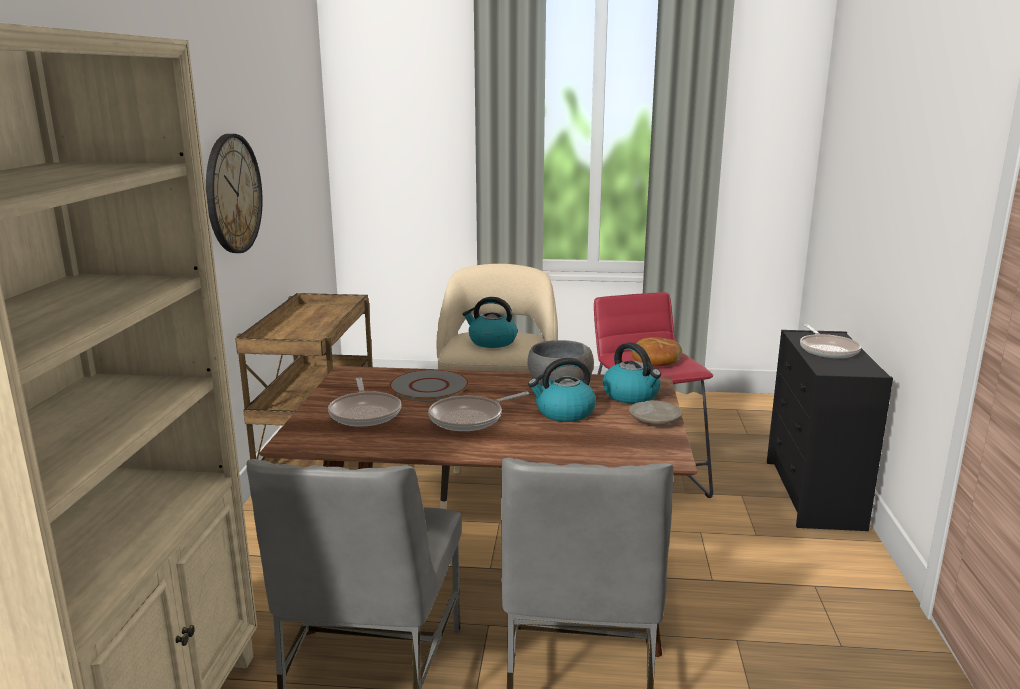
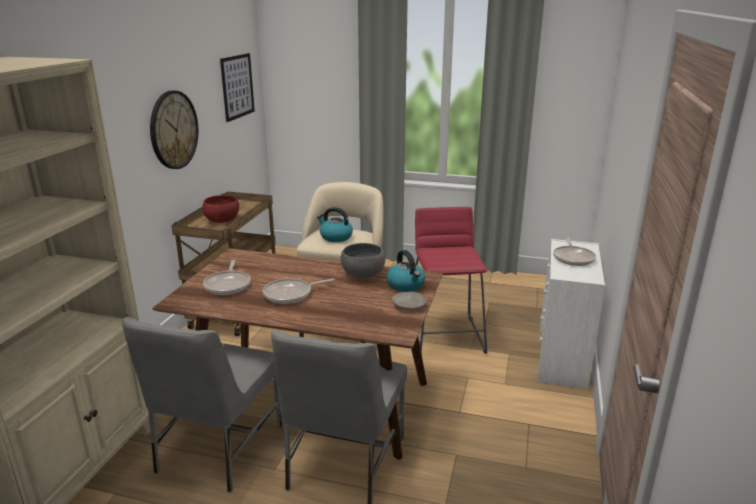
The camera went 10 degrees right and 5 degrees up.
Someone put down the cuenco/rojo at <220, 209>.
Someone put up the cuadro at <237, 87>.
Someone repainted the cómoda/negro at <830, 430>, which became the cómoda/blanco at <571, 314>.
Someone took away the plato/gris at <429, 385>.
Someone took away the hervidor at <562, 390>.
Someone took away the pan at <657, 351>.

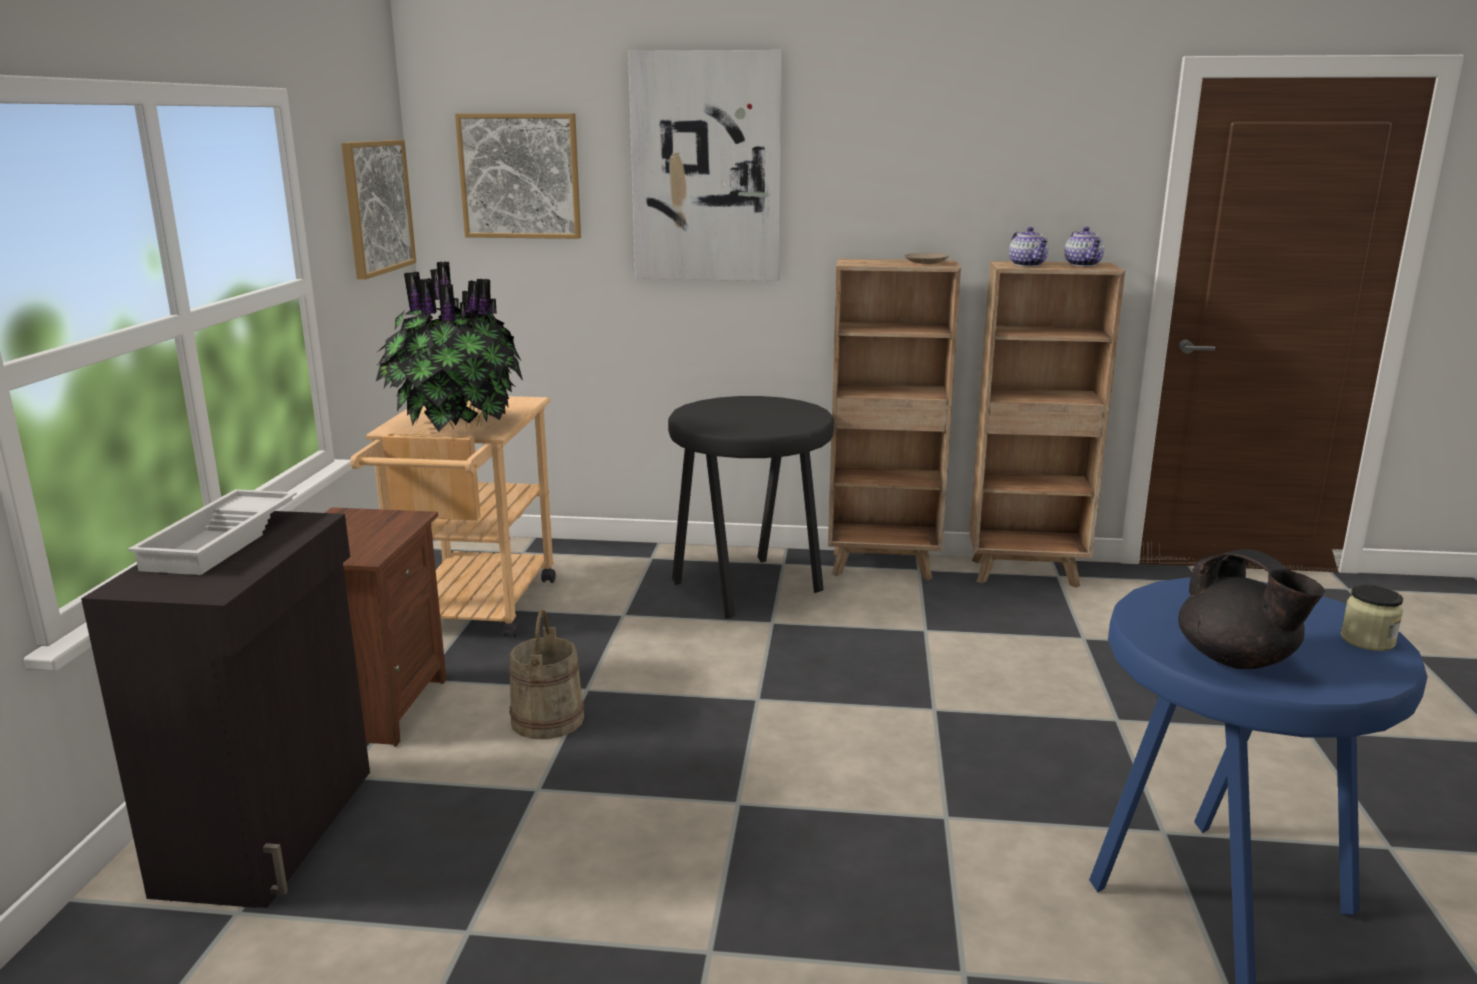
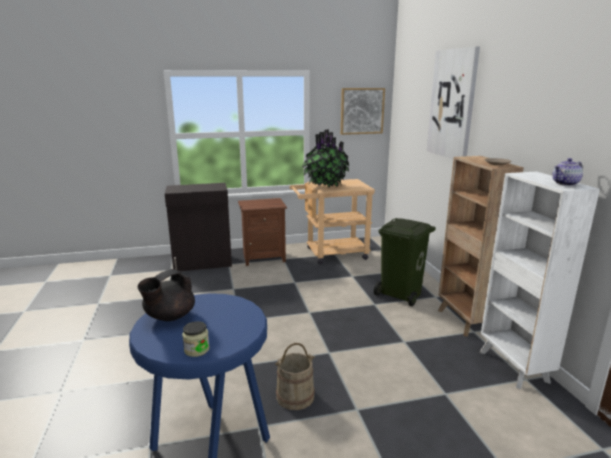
The camera went 70 degrees right and 0 degrees up.
Someone carried the cubo/beis from <546, 674> to <295, 376>.
Someone swapped the taburete/negro at <751, 507> for the papelera/verde at <405, 262>.
Someone repainted the estantería/marrón at <1047, 424>, which became the estantería/blanco at <540, 280>.
Someone took away the bandeja/blanco at <212, 532>.
Someone took away the cuadro at <518, 176>.
Someone took away the tetera at <1028, 247>.

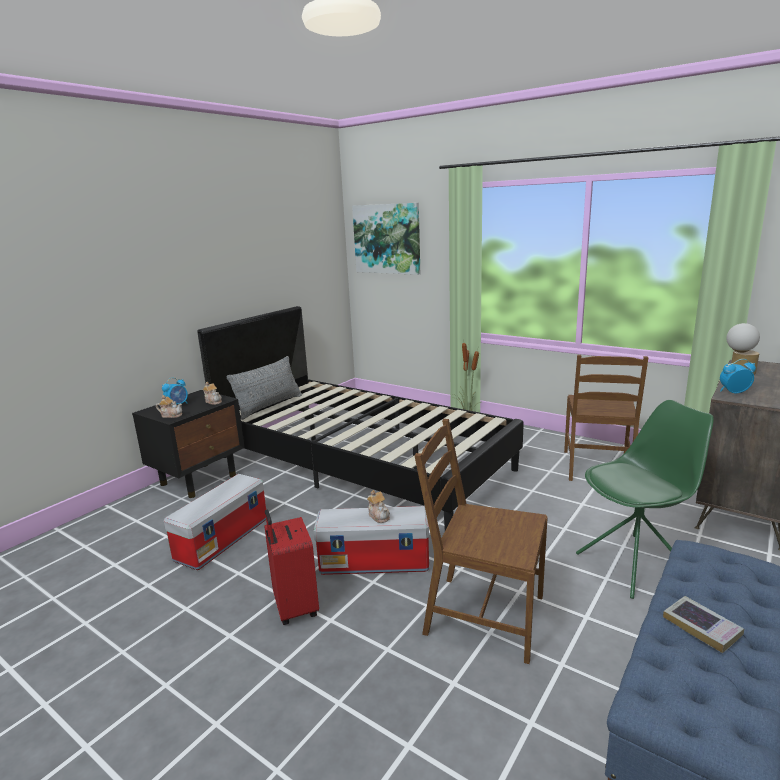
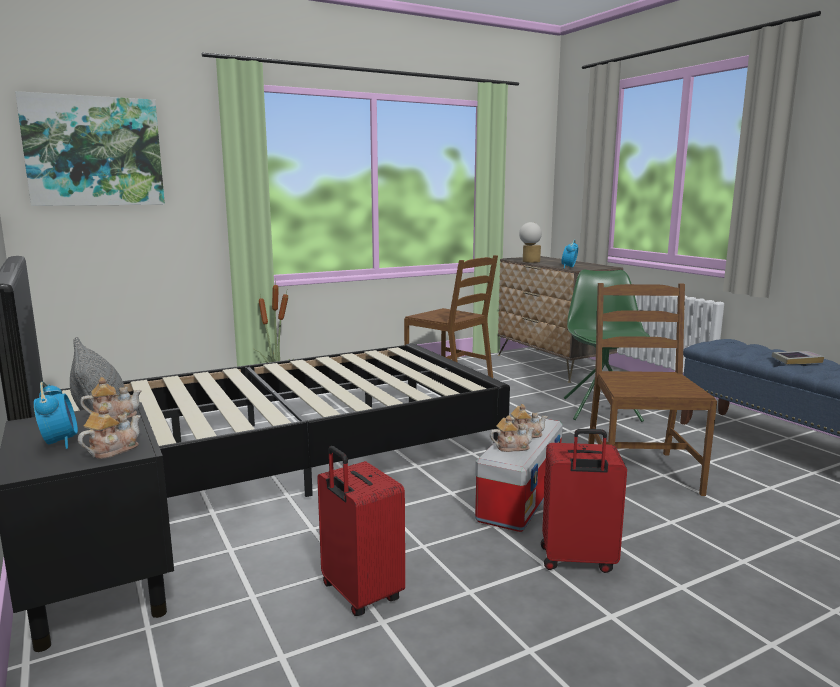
The camera went 65 degrees left and 5 degrees down.
Someone swapped the caja de almacenaje at <215, 522> for the maleta/rojo at <361, 531>.
Someone put down the tetera at <512, 433>.
Someone rotated the silla/marrón at <481, 541> by 135 degrees clockwise.

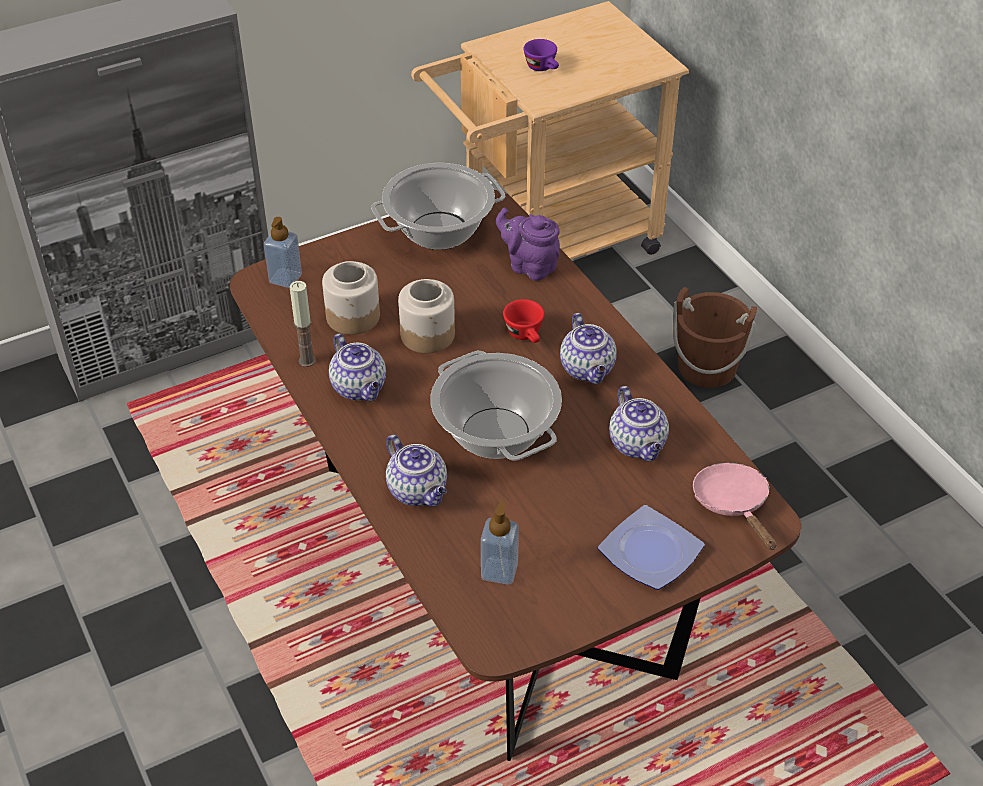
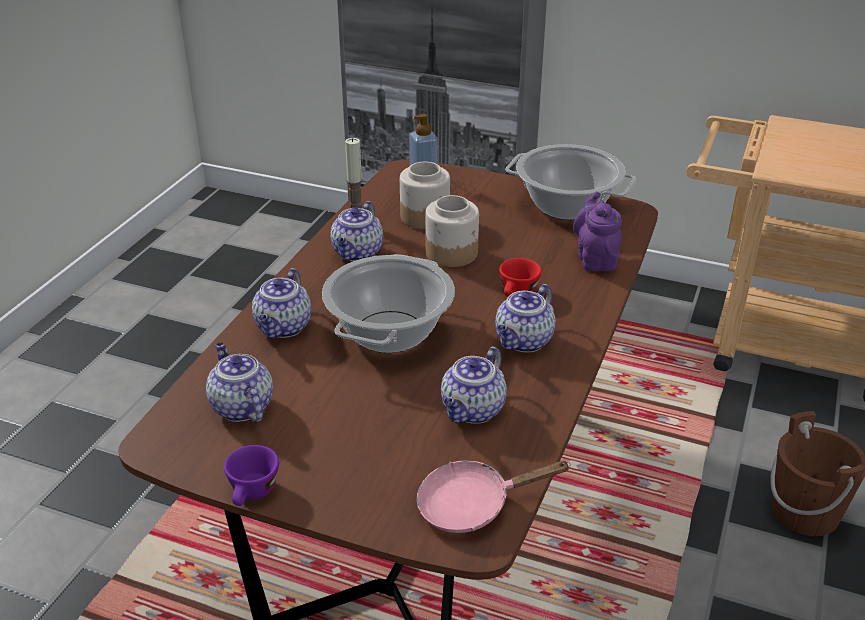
The camera went 50 degrees right and 10 degrees down.
Someone swapped the dispensador de jabón at <500, 543> for the tetera at <239, 382>.
Someone carried the taza/morado from <541, 55> to <251, 475>.
Someone rotated the sartén/rosa at <735, 506> by 135 degrees counterclockwise.
Someone took away the plato at <651, 547>.

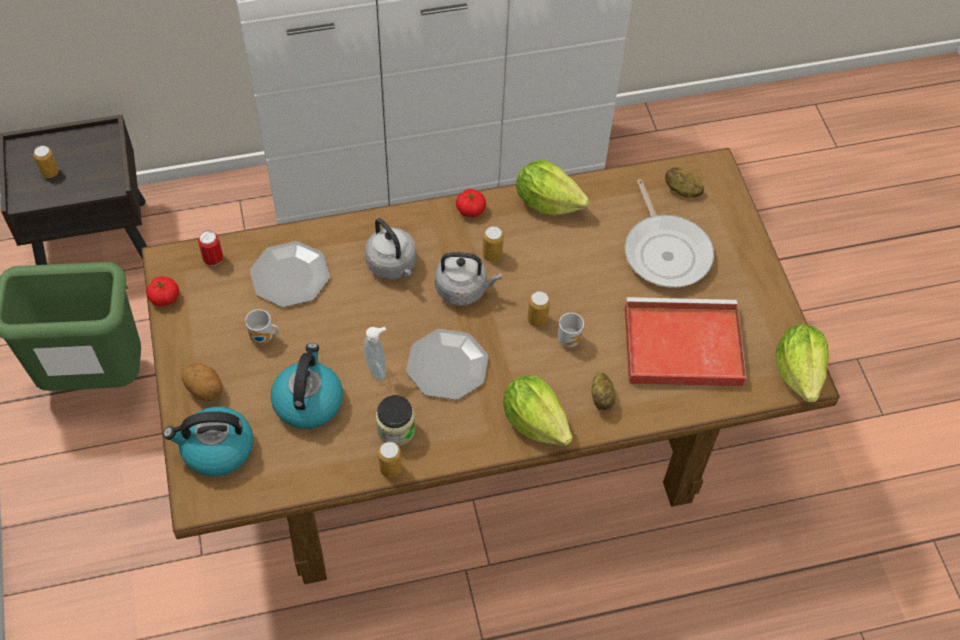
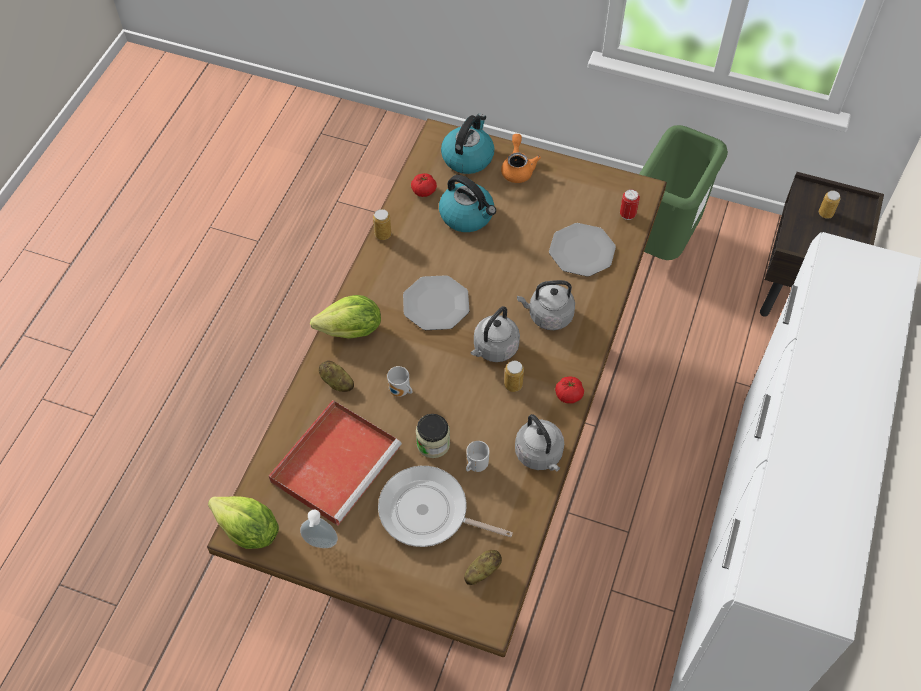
The camera went 125 degrees right and 0 degrees up.
Someone carried the dispensador de jabón from <375, 353> to <319, 528>.
Someone carried the tomate from <162, 291> to <424, 185>.
Someone carried the tarro from <395, 420> to <433, 436>.
Someone carried the taza grande from <262, 326> to <478, 456>.
Someone swapped the patata at <202, 382> for the tetera/naranja at <521, 158>.
Someone swapped the lechuga at <553, 187> for the hervidor/gris at <539, 442>.
Someone took away the lata at <539, 309>.

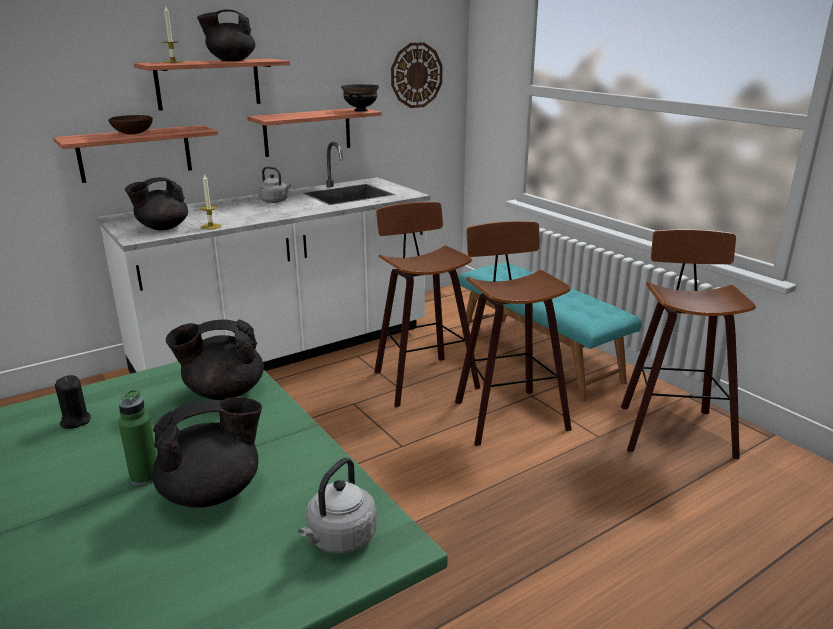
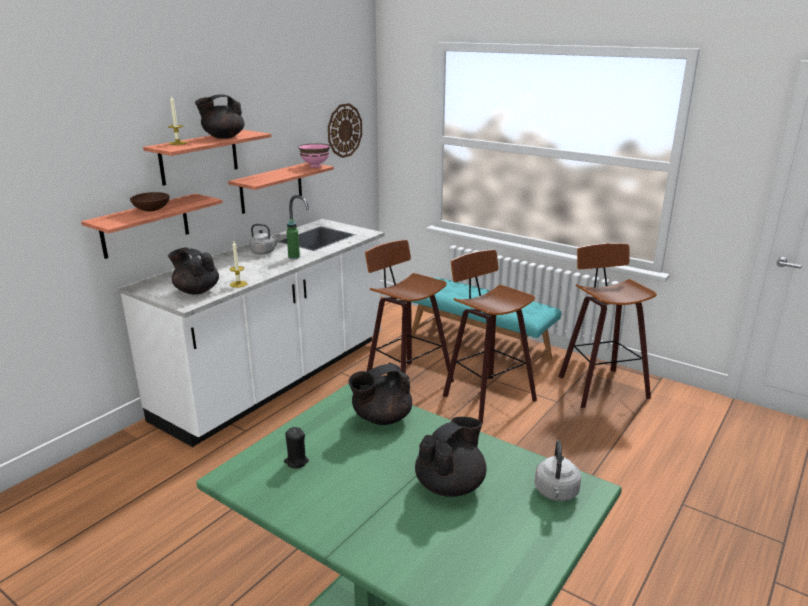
The camera went 20 degrees left and 0 degrees up.
Someone rotated the tetera/negro at <156, 203> by 90 degrees clockwise.
Someone carried the botella/verde from <137, 437> to <293, 239>.
Someone repainted the cuenco/negro at <360, 98>, which became the cuenco/rosa at <314, 155>.

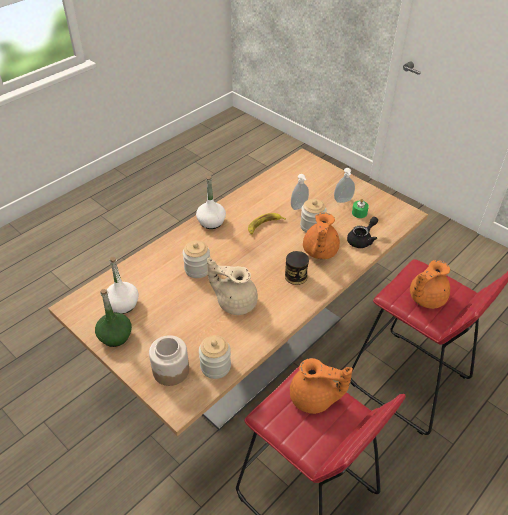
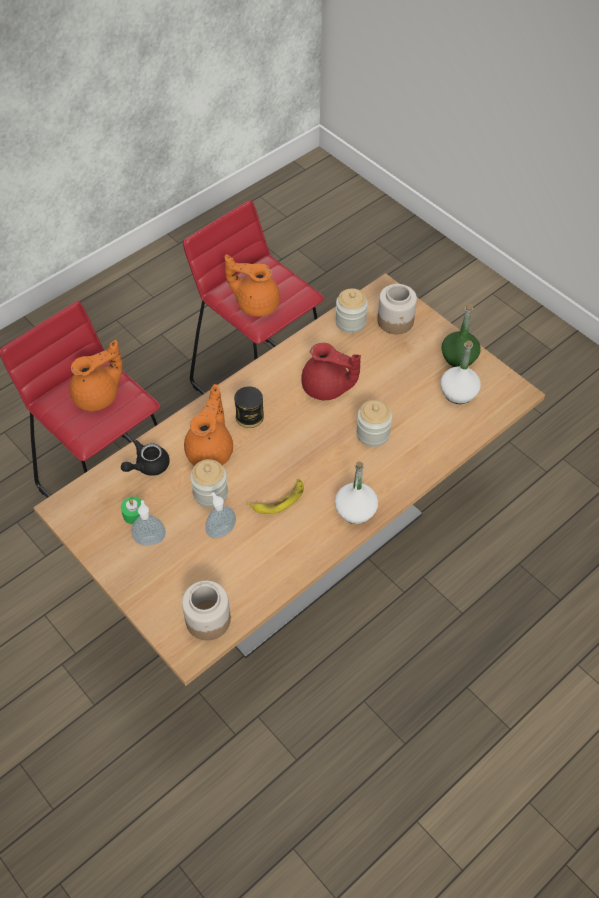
The camera went 175 degrees left and 10 degrees up.
Someone put down the tarro at <206, 610>.
Someone repainted the tetera/beis at <232, 286>, which became the tetera/rojo at <331, 371>.

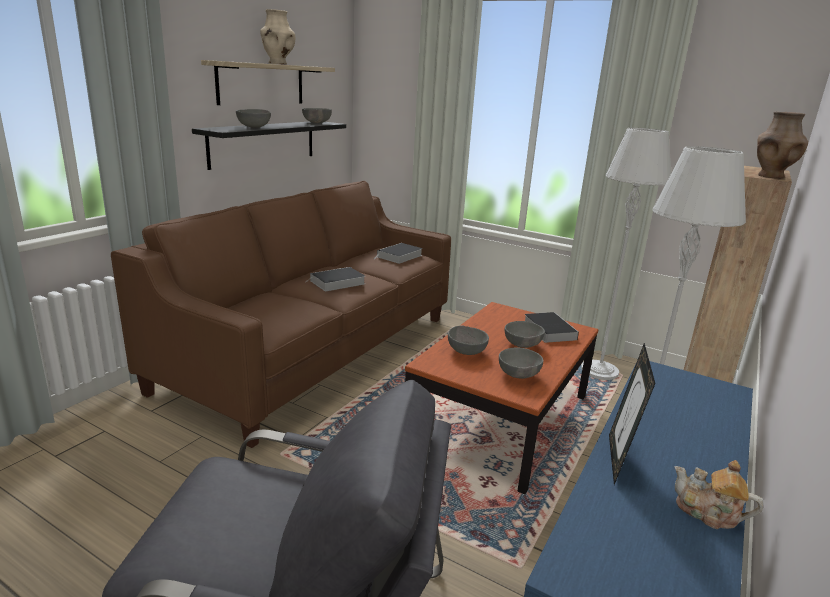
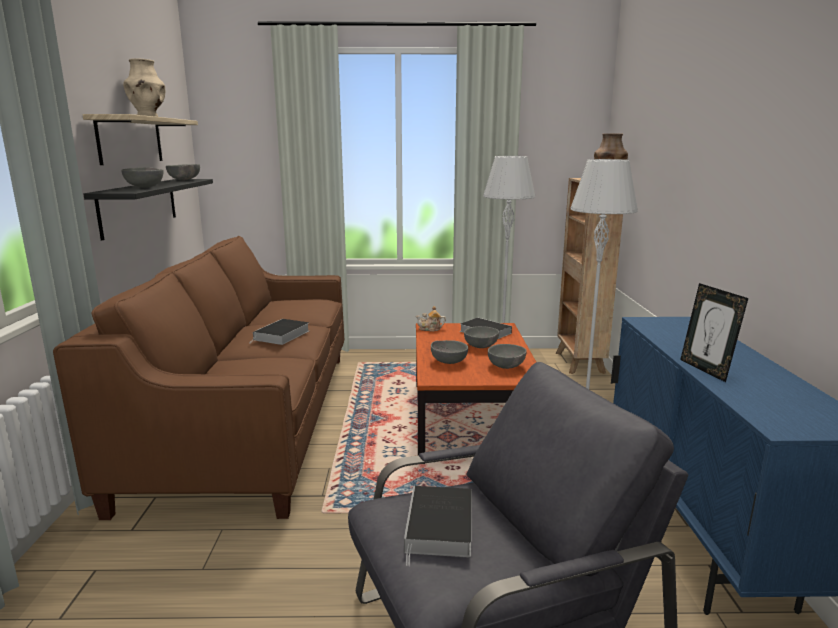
The camera went 30 degrees left and 5 degrees down.
Someone carried the libro from <400, 253> to <438, 526>.
Someone carried the tetera from <718, 494> to <431, 319>.

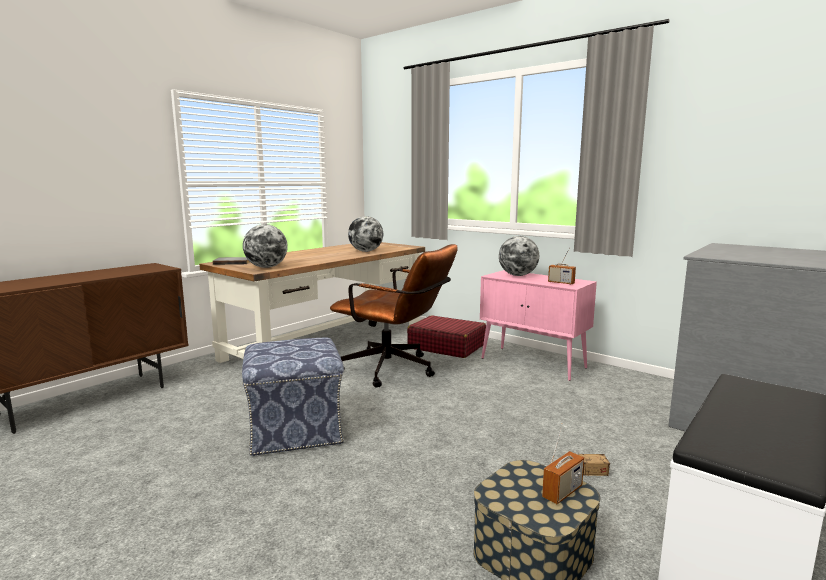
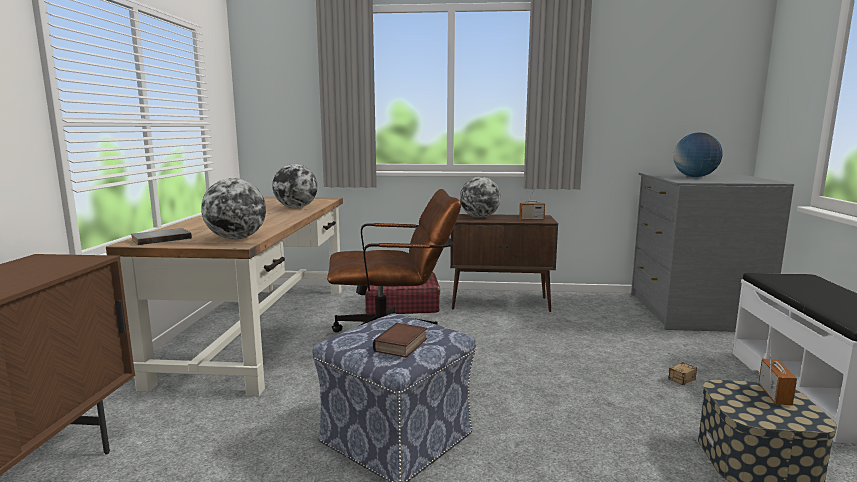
The camera went 35 degrees left and 0 degrees up.
Someone put down the libro at <400, 340>.
Someone repainted the armario/rosa at <538, 325>, which became the armario/marrón at <504, 263>.
Someone put down the globo terráqueo at <698, 154>.

